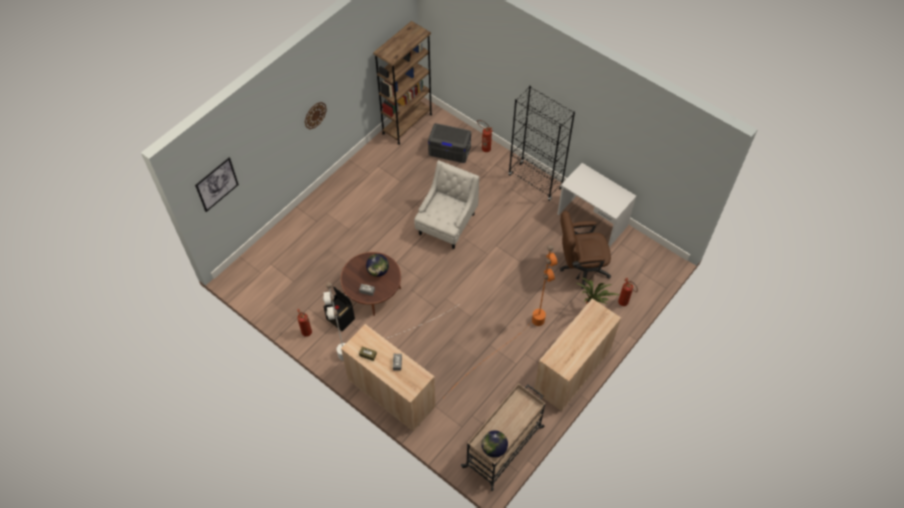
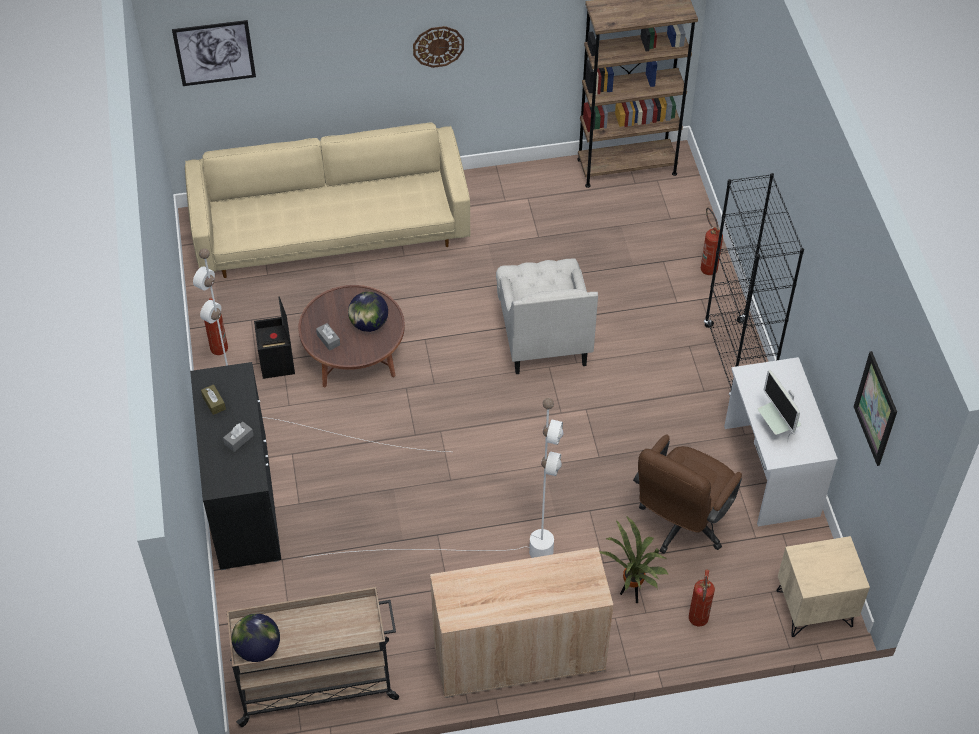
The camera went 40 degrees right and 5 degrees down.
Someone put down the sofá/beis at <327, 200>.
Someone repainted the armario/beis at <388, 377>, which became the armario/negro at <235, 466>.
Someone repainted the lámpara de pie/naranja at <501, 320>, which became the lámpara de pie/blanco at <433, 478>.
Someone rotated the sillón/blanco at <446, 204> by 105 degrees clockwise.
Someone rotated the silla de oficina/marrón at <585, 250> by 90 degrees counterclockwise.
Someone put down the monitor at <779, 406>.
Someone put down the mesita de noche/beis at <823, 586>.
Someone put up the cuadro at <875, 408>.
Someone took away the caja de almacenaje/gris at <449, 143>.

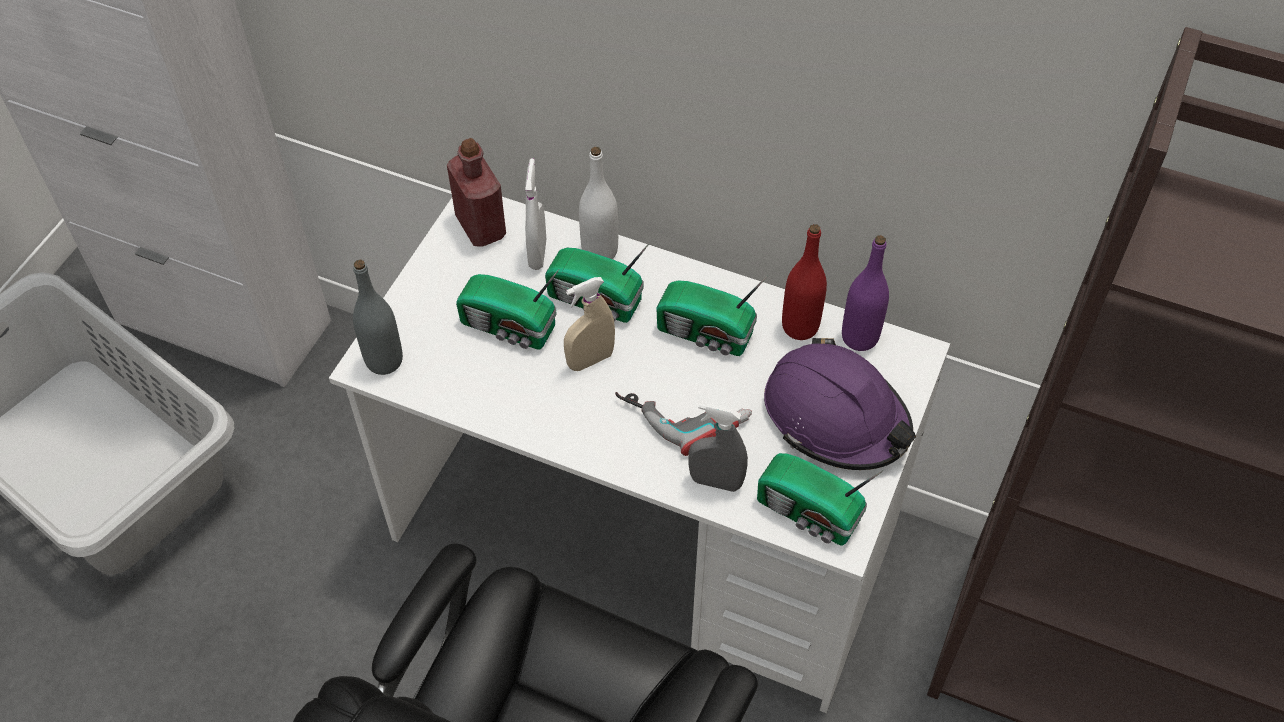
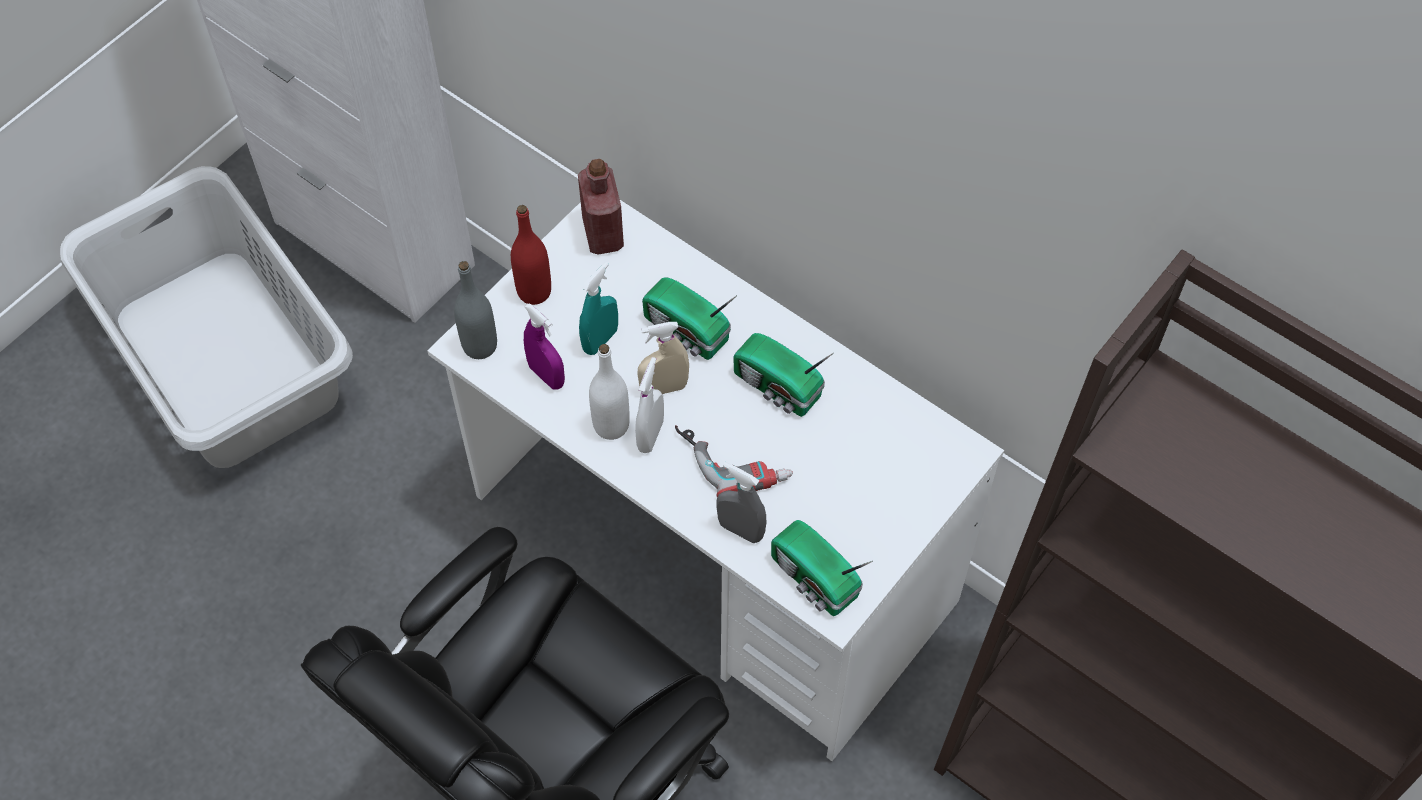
The camera went 15 degrees right and 5 degrees up.
Someone carried the botella/rojo from <804, 282> to <531, 255>.
Someone put down the pulverizador/morado at <544, 346>.
Someone swapped the radio at <507, 309> for the pulverizador/turquesa at <598, 308>.
Someone carried the botella/blanco from <598, 203> to <609, 392>.
Someone carried the pulverizador/blanco from <535, 214> to <649, 405>.
Someone took away the casco/morado at <840, 404>.
Someone took away the botella/morado at <865, 293>.

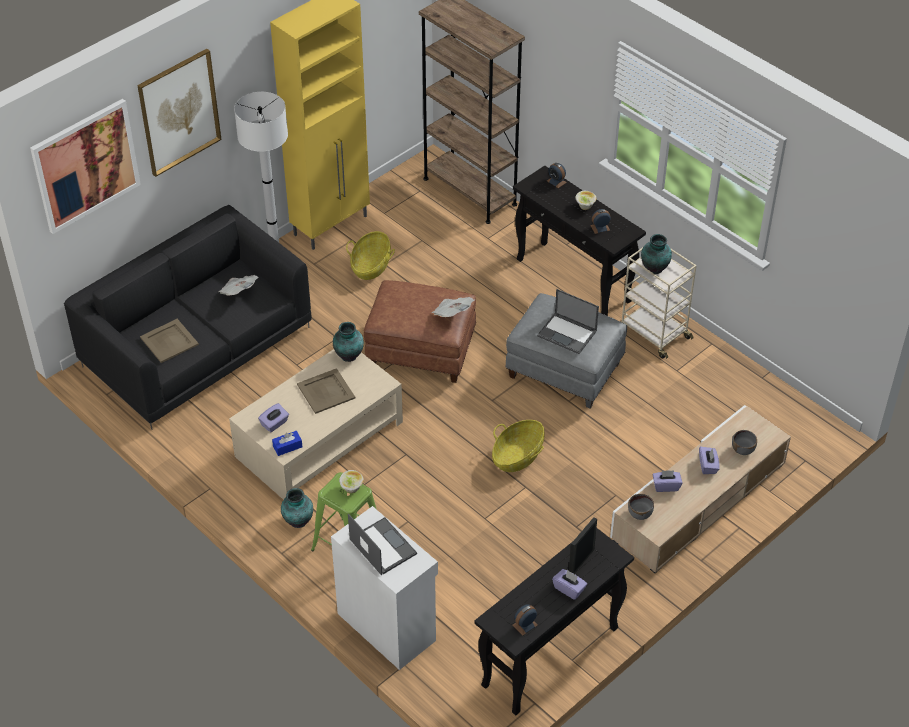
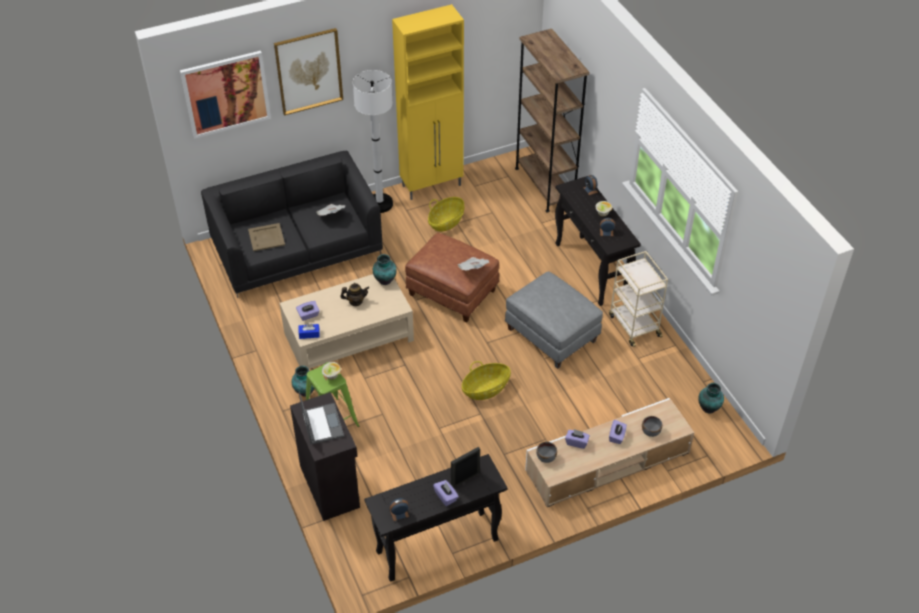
The camera went 20 degrees right and 0 degrees up.
Someone repainted the armario/blanco at <384, 588>, which became the armario/negro at <325, 456>.
Someone swapped the bandeja/beis at <326, 391> for the tetera at <354, 294>.
Someone carried the florero from <656, 254> to <711, 398>.
Someone took away the portátil at <568, 321>.

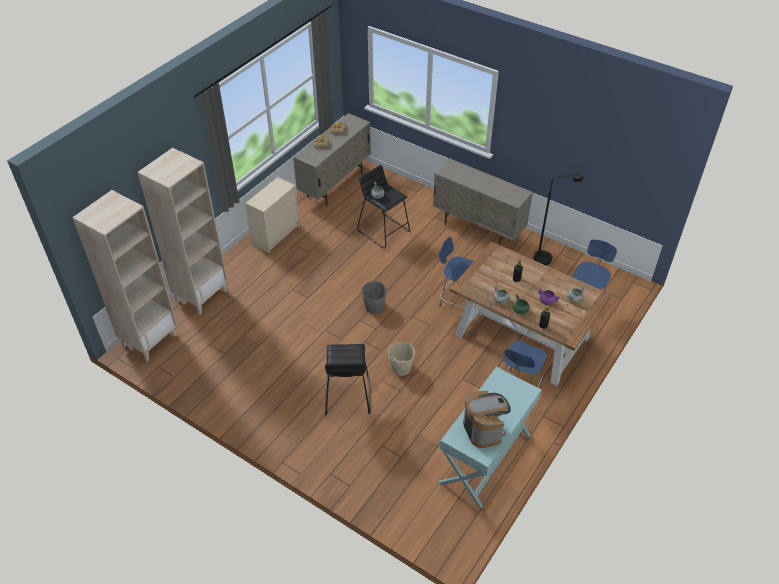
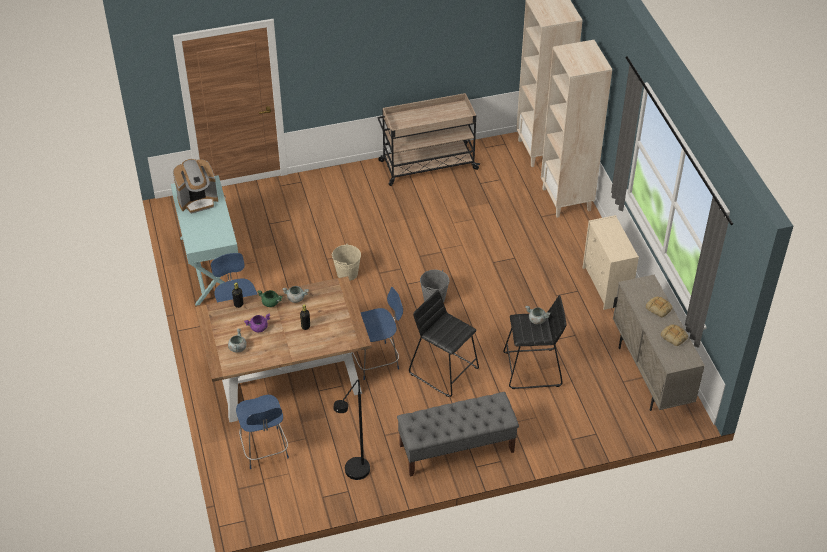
The camera went 130 degrees right and 0 degrees up.
Someone rotated the cafetera at <487, 419> by 45 degrees counterclockwise.
Someone put down the carrito/beis at <428, 139>.
Someone swapped the armario/beis at <483, 202> for the banco/gris at <458, 434>.
Someone carried the taburete/negro from <348, 379> to <444, 343>.

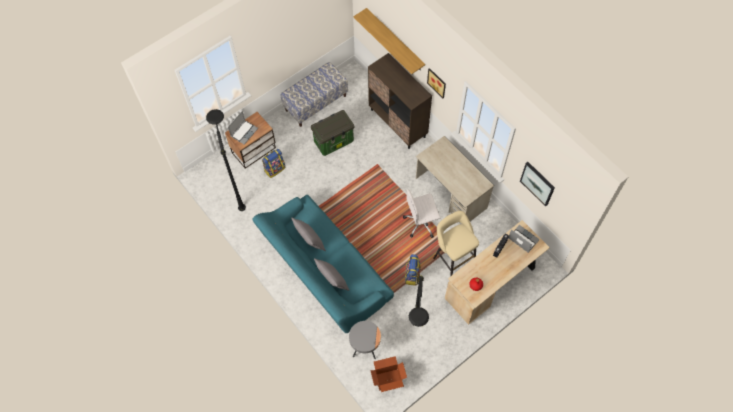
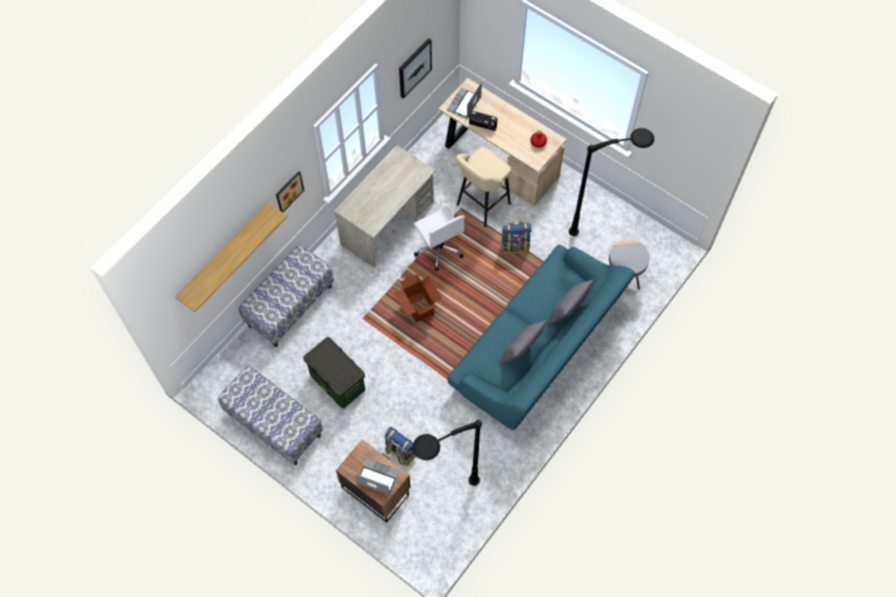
The camera went 105 degrees left and 0 degrees up.
Someone swapped the armario/marrón at <400, 101> for the banco at <286, 296>.
Someone carried the caja de cartón from <388, 374> to <418, 298>.

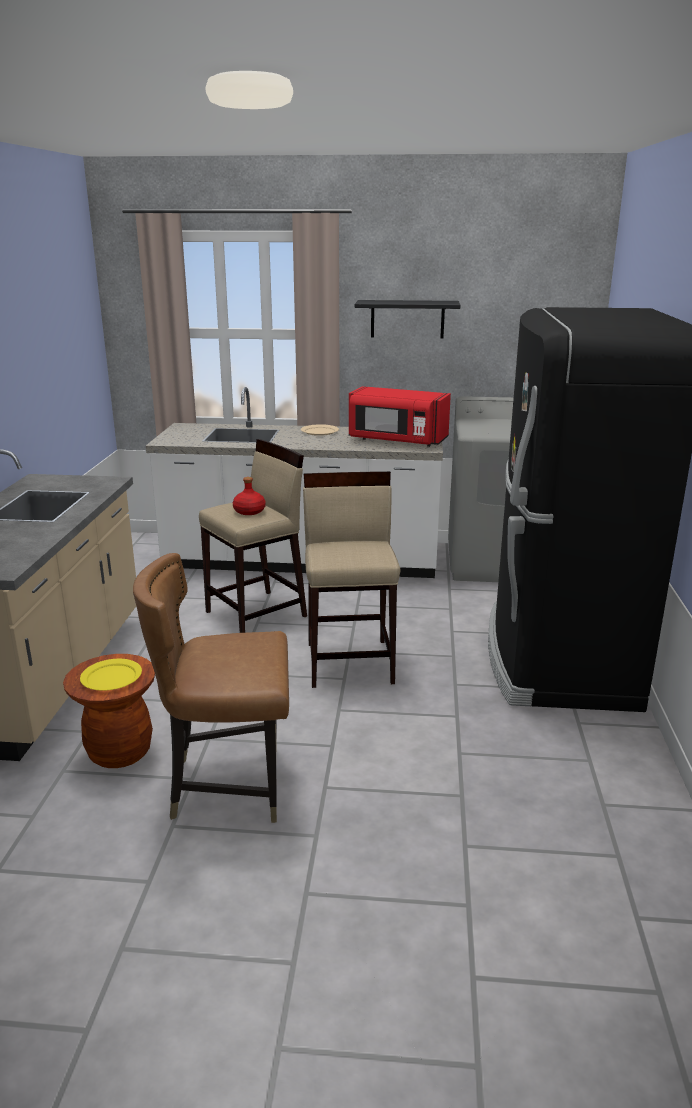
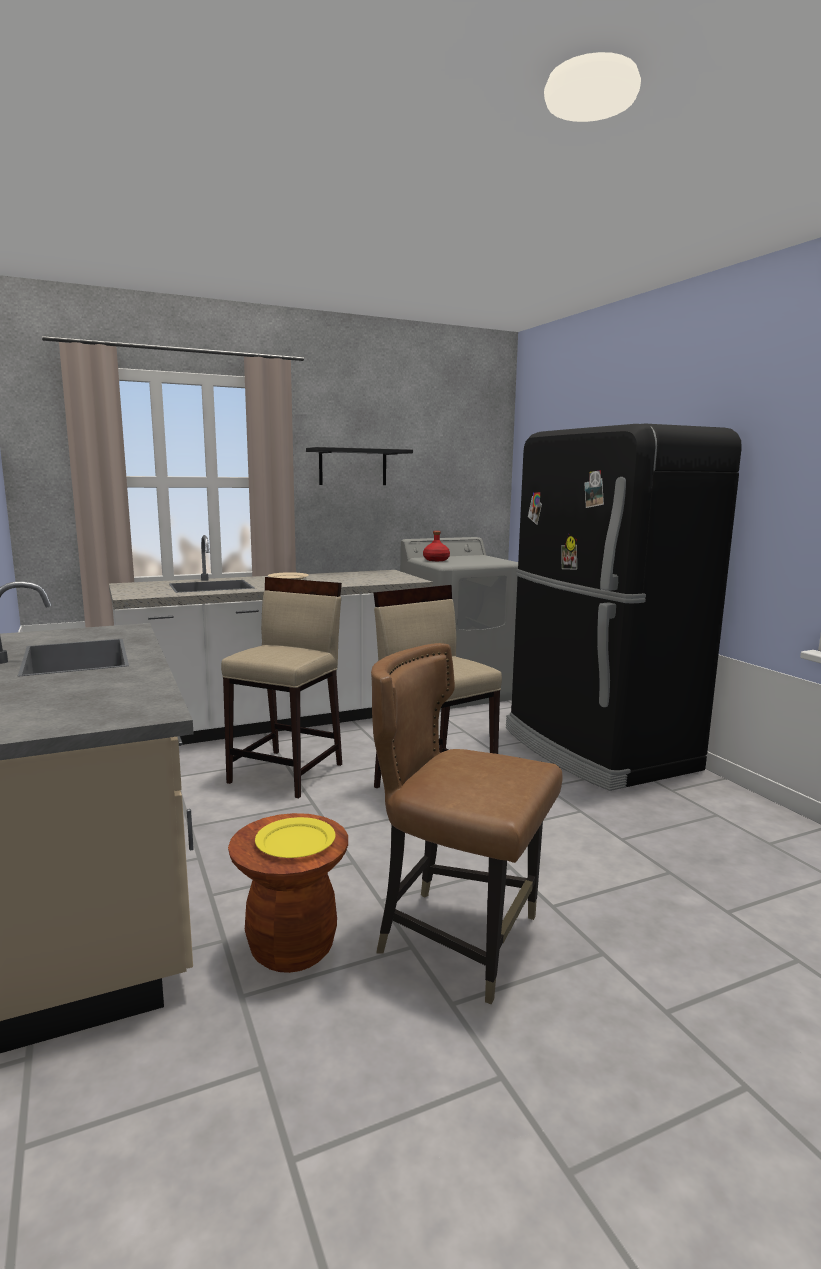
The camera went 30 degrees left and 10 degrees down.
Someone rotated the silla/marrón at <211, 688> by 60 degrees clockwise.
Someone carried the botella/rojo from <249, 496> to <436, 546>.
Someone took away the microondas/rojo at <400, 416>.

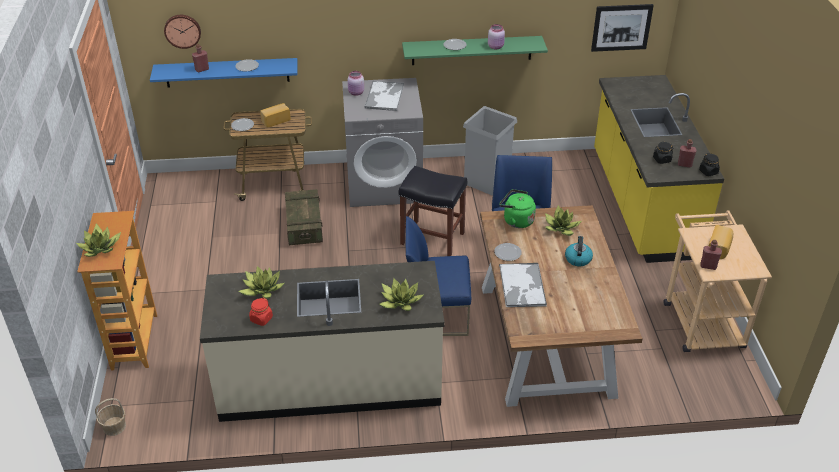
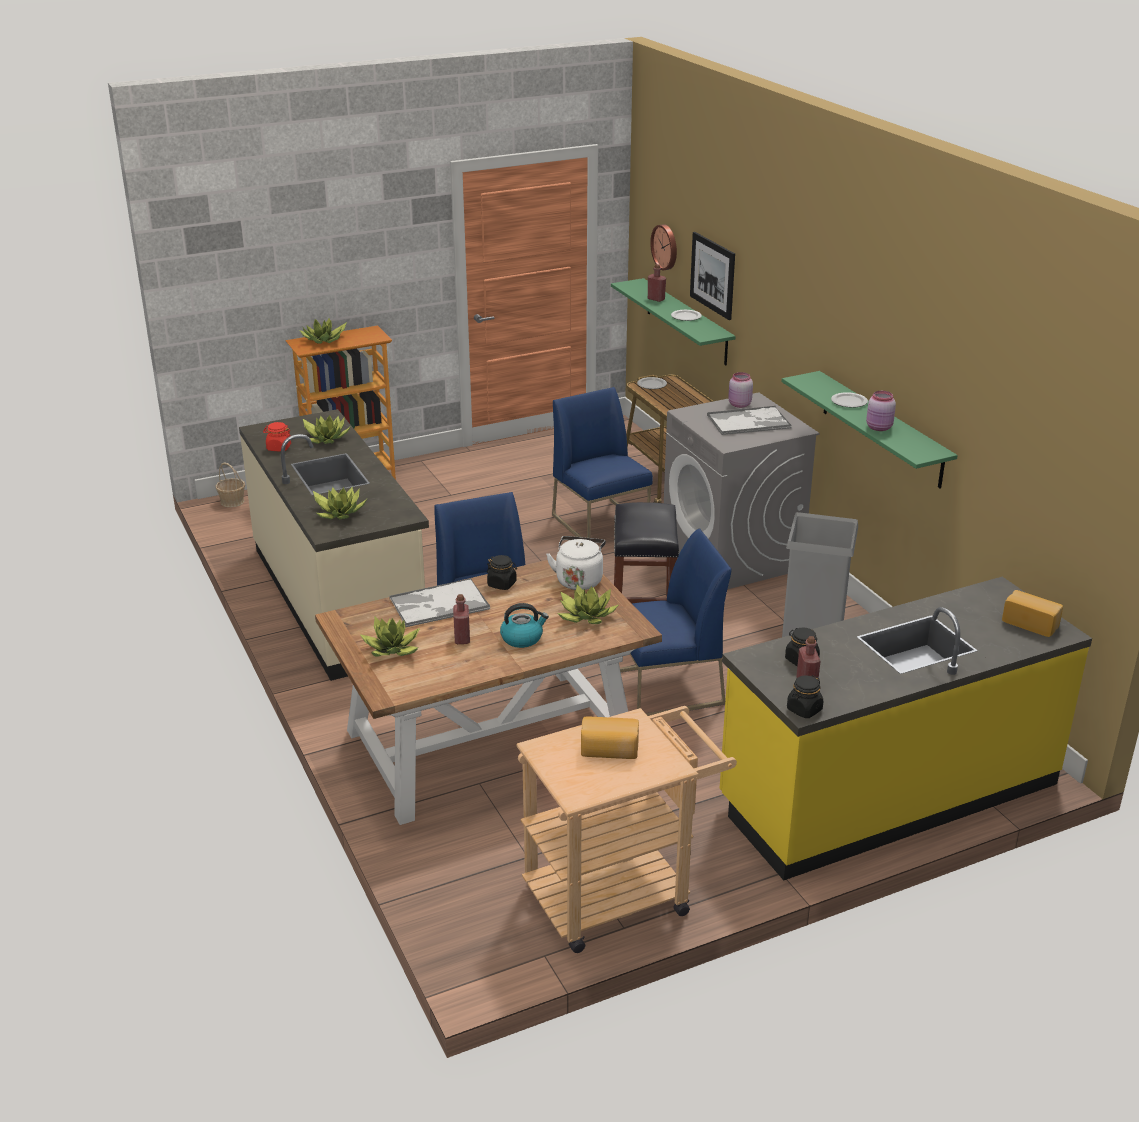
The camera went 70 degrees right and 10 degrees down.
Someone put down the planta en maceta at <390, 637>.
Someone carried the botella/rojo from <711, 255> to <461, 619>.
Someone swapped the plato at <508, 252> for the tarro/negro at <502, 572>.
Someone repainted the hervidor/verde at <517, 208>, which became the hervidor/blanco at <576, 563>.
Someone swapped the caja de embalaje at <304, 217> for the silla/azul at <602, 462>.
Someone repainted the estante/azul at <223, 73>, which became the estante/verde at <673, 321>.
Someone carried the cuadro from <622, 28> to <712, 276>.
Someone carried the pan from <275, 115> to <1032, 613>.

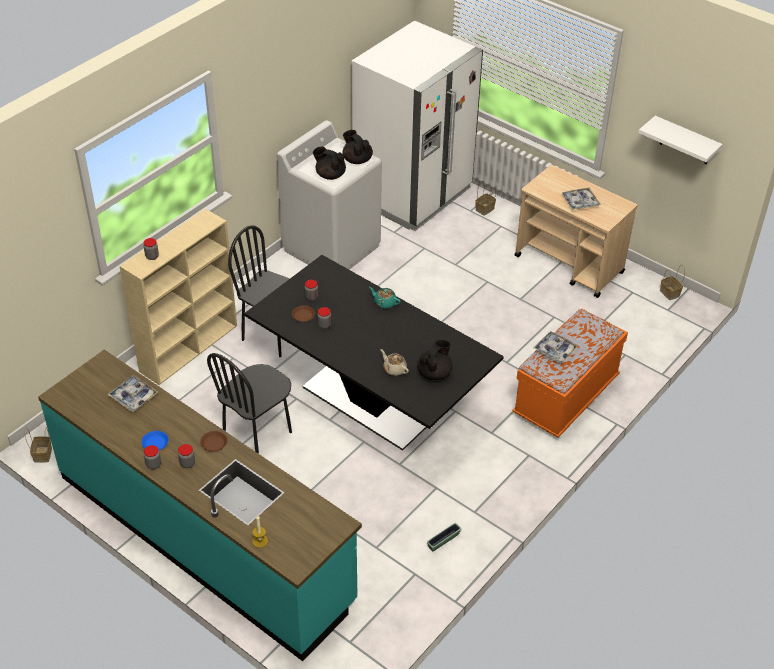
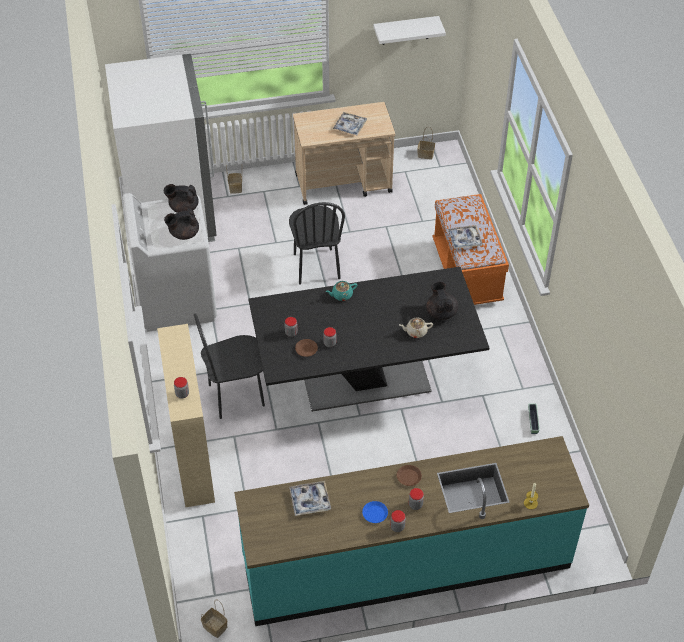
The camera went 50 degrees left and 5 degrees up.
Someone carried the silla/negro from <249, 403> to <317, 243>.

